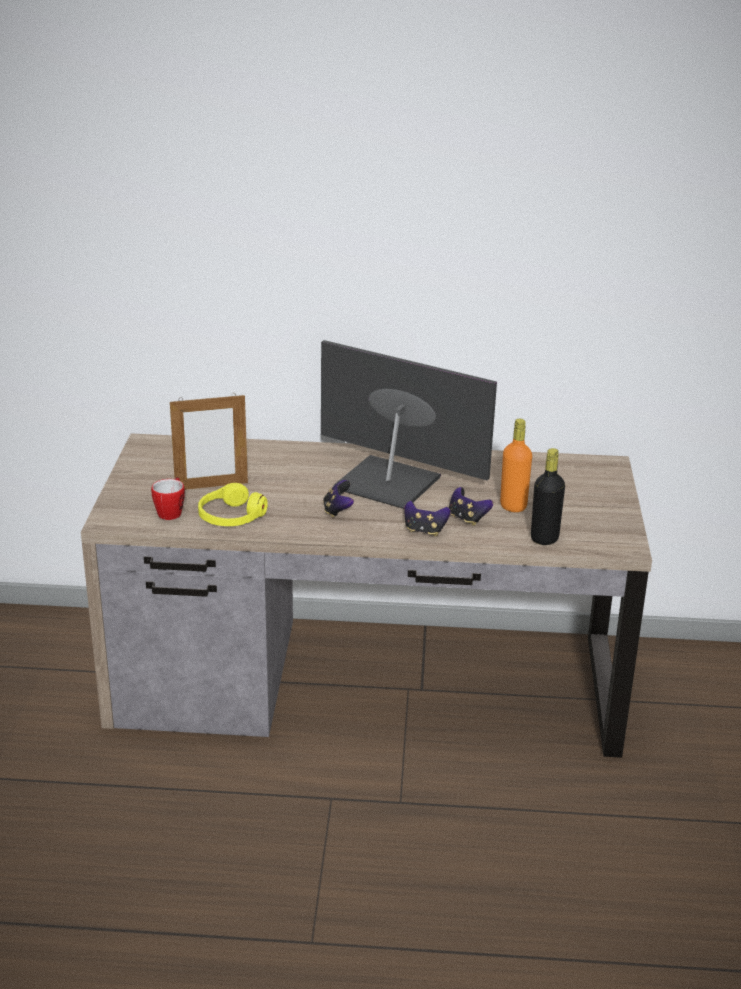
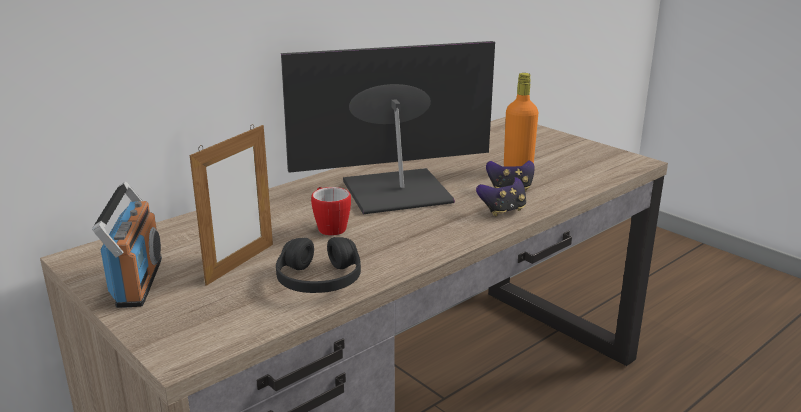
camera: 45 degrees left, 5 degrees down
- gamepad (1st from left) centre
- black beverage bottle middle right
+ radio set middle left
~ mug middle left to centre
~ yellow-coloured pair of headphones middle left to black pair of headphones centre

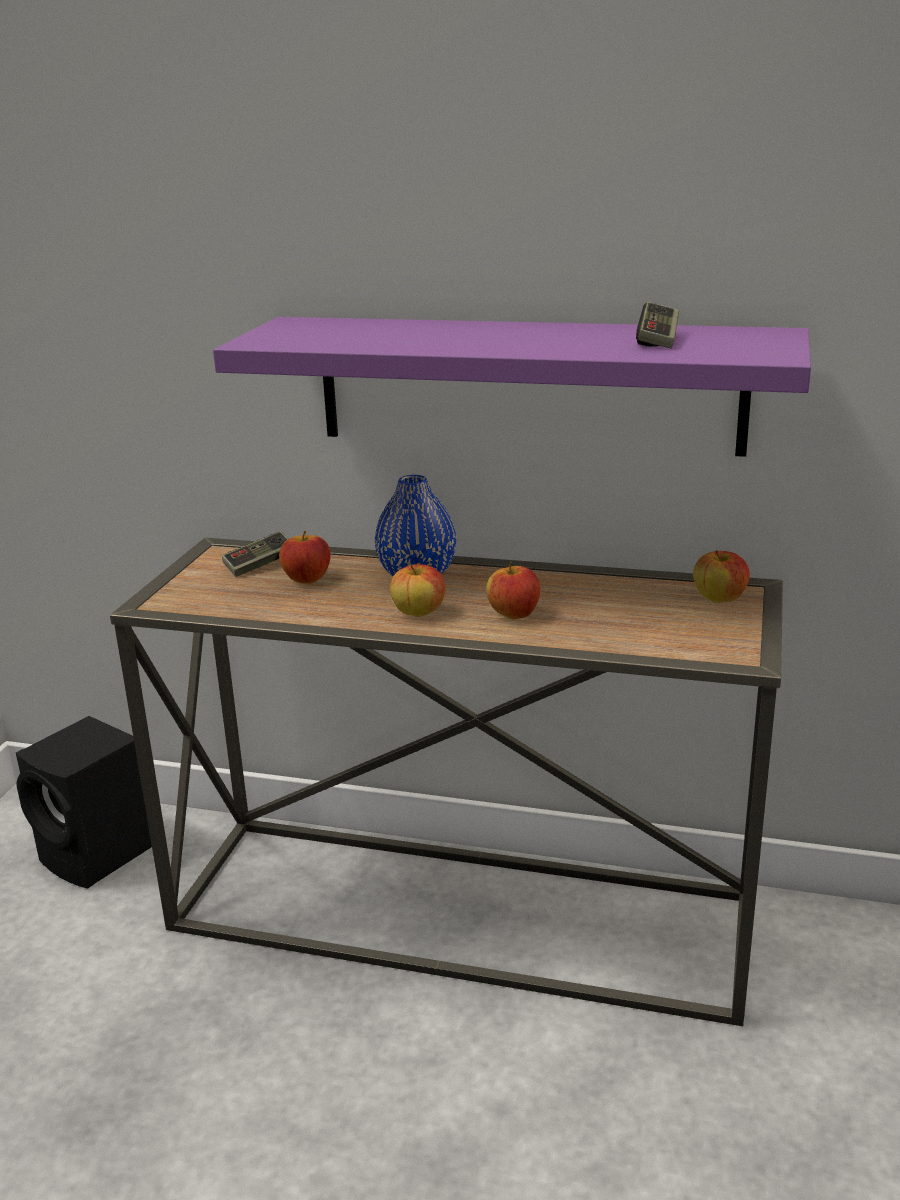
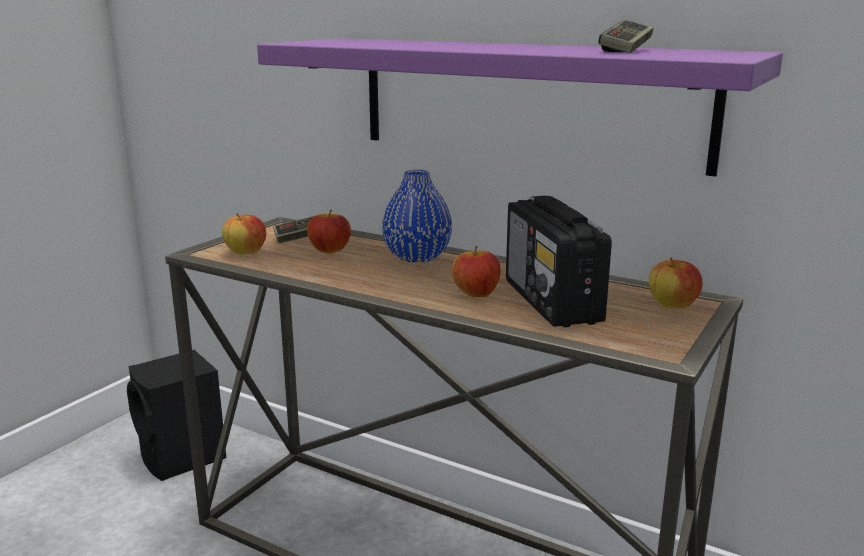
camera: 15 degrees right, 5 degrees down
+ radio set centre
~ whole apple (2nd from left in the first image) centre to whole apple (1st from left) middle left

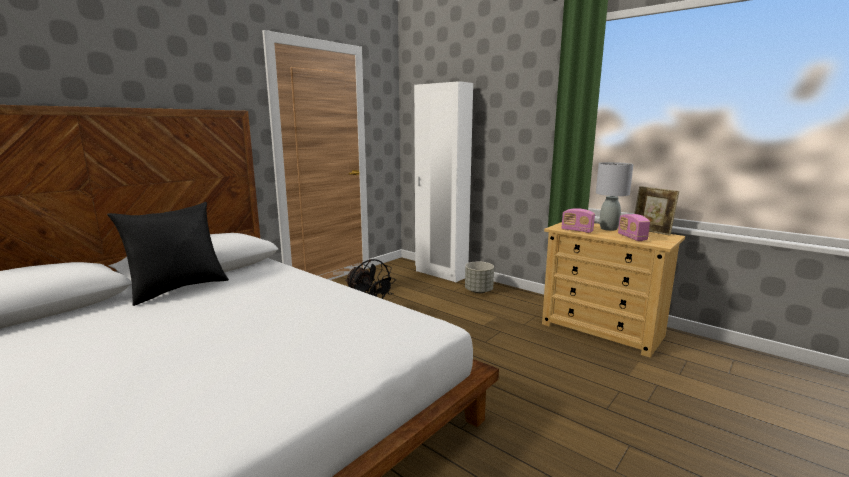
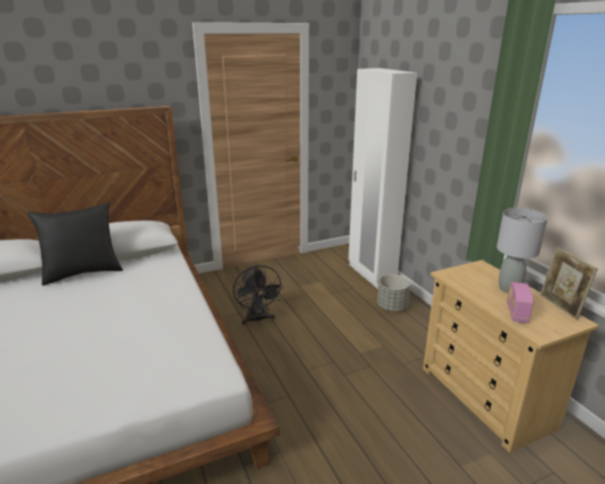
camera: 25 degrees right, 10 degrees up
- radio set (1st from left) middle right

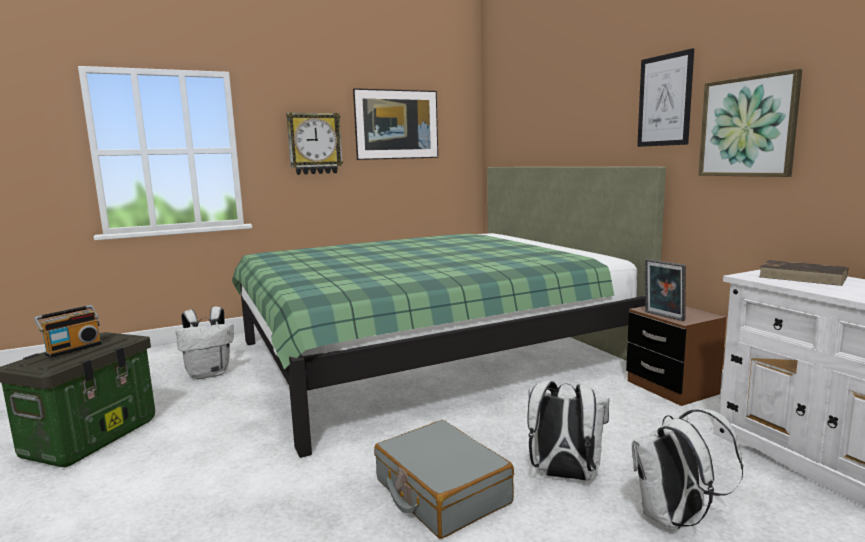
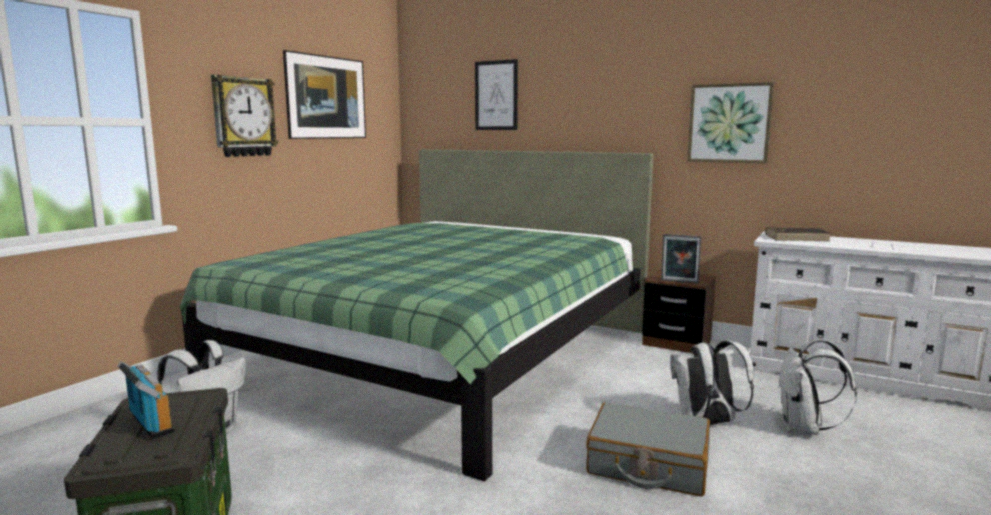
camera: 35 degrees left, 0 degrees up
~ picture (2nd from left) top right to top centre
~ radio set middle left = bottom left 45 degrees counterclockwise

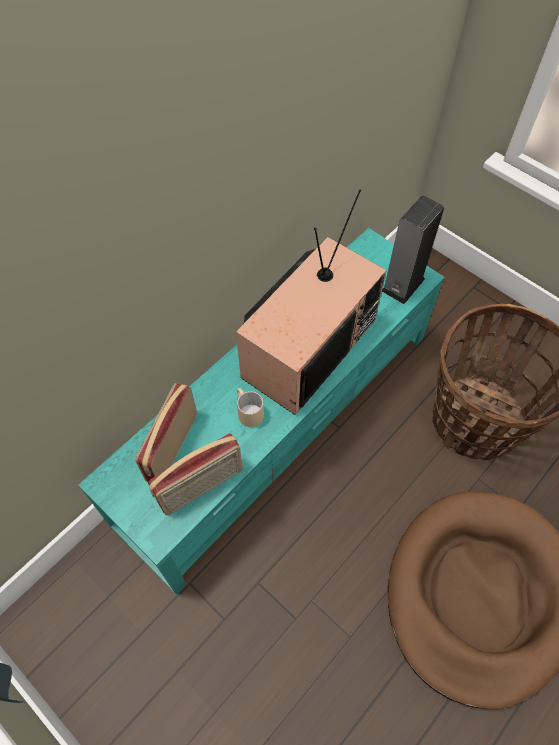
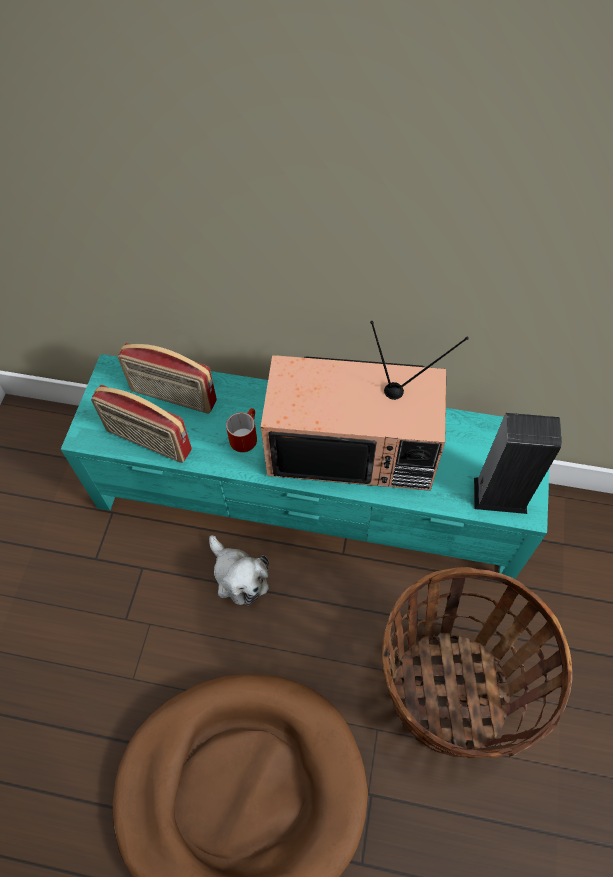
camera: 60 degrees right, 0 degrees up
+ soft toy centre
~ beige mug centre to red mug centre
~ radio set (1st from left in the first image) middle left = middle left 150 degrees counterclockwise

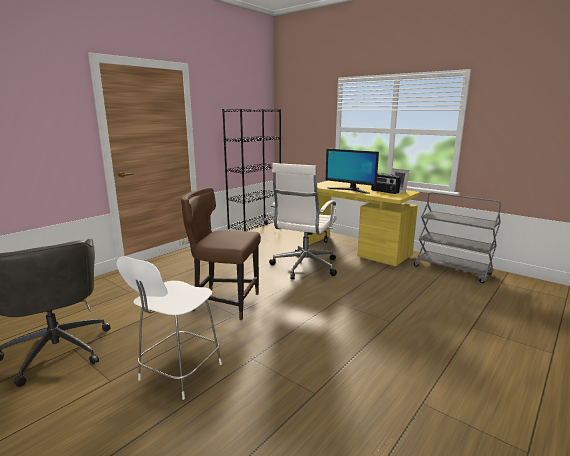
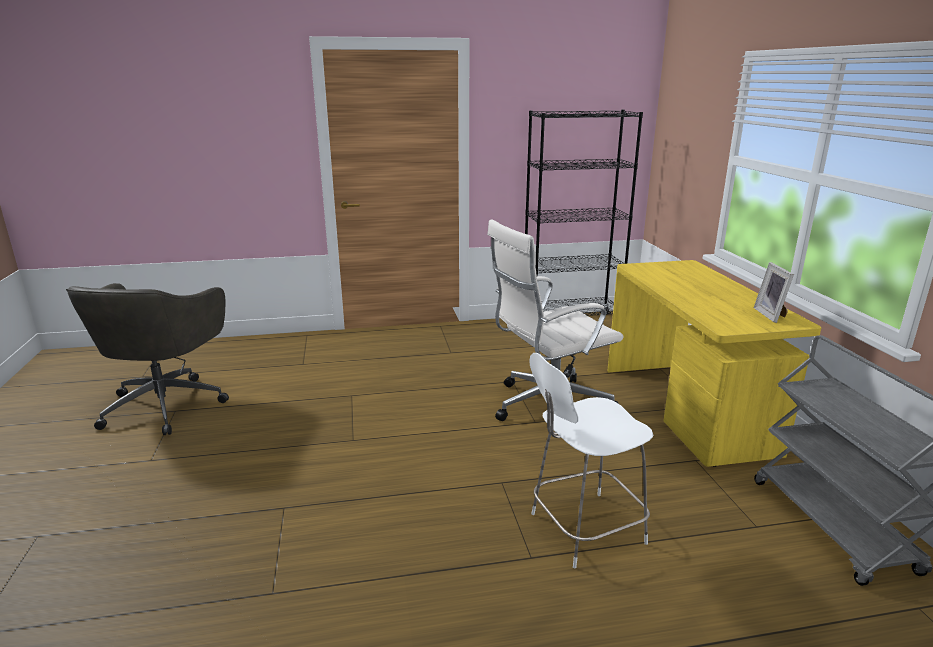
camera: 40 degrees right, 5 degrees up
- brown-coloured upright chair centre
- computer display centre
- radio set middle right
~ white-coloured upright chair bottom left to bottom centre

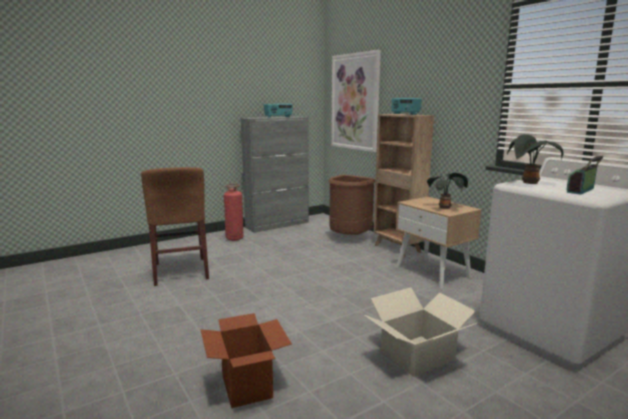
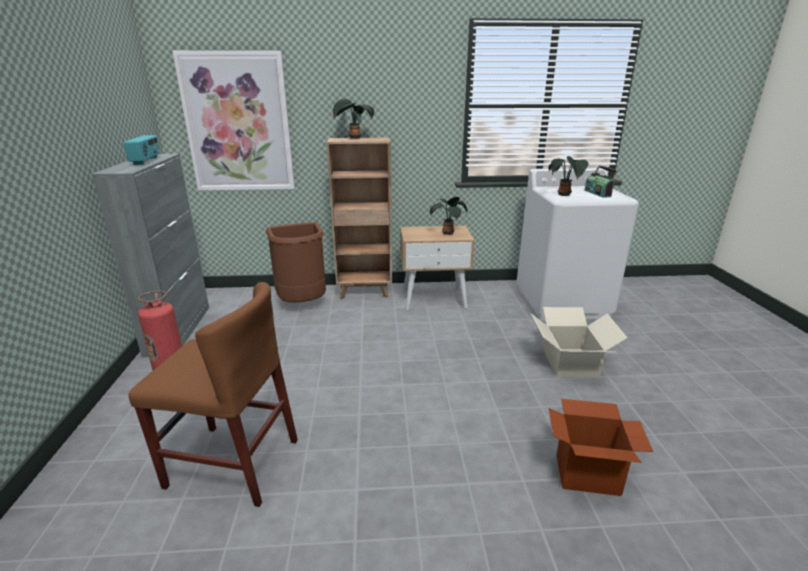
camera: 60 degrees left, 10 degrees up
~ radio set (2nd from left) top centre to plant in a pot (1st from left) top centre

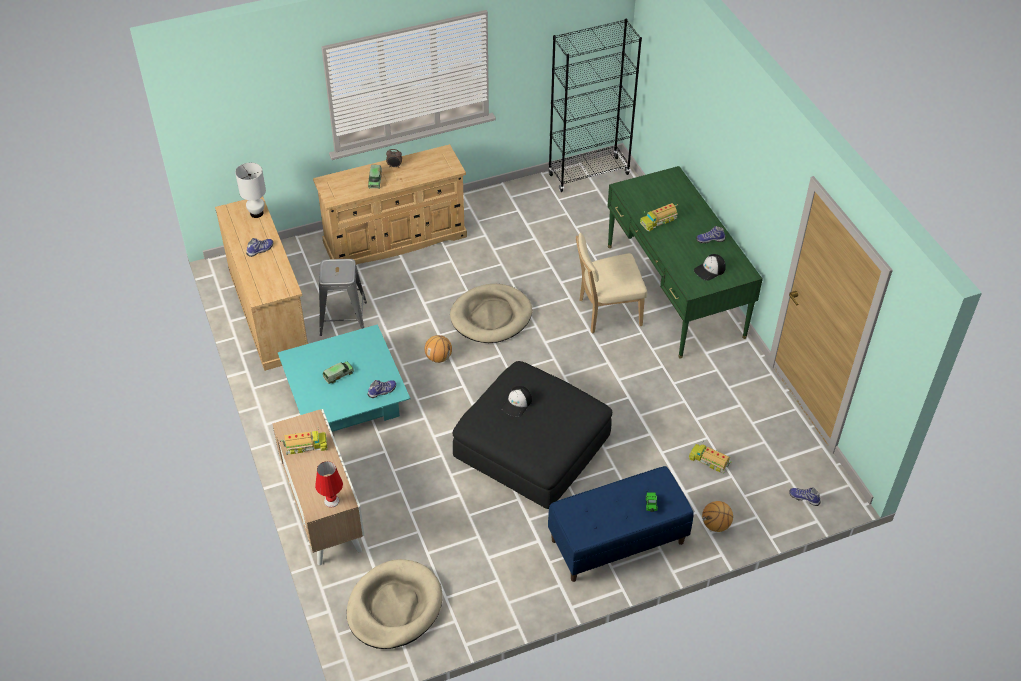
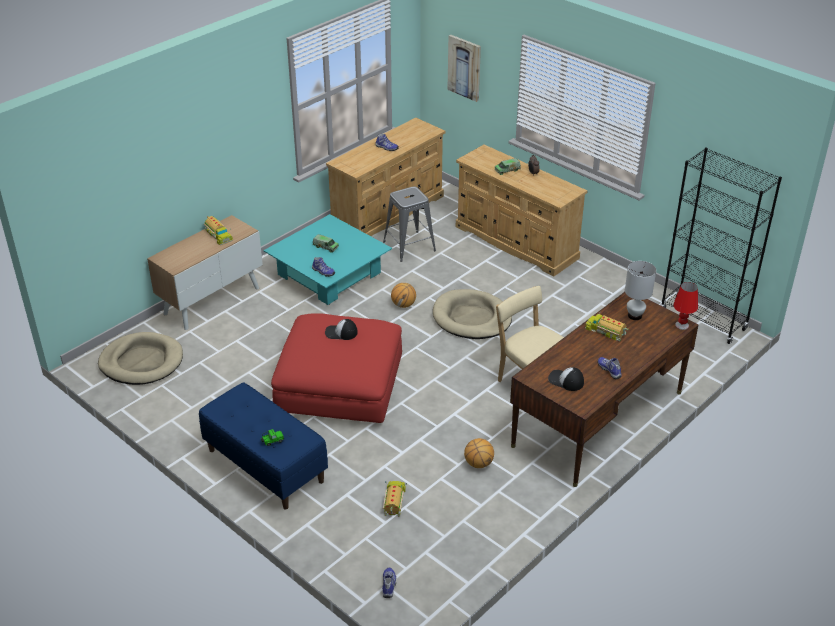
camera: 65 degrees right, 10 degrees down
+ picture top centre
~ white-coloured table lamp top left to middle right
~ red table lamp bottom left to middle right
~ ball for basketball (2nd from left) bottom right to bottom centre
~ black ottoman centre to red ottoman centre
~ green desk unit middle right to brown-coloured desk unit middle right

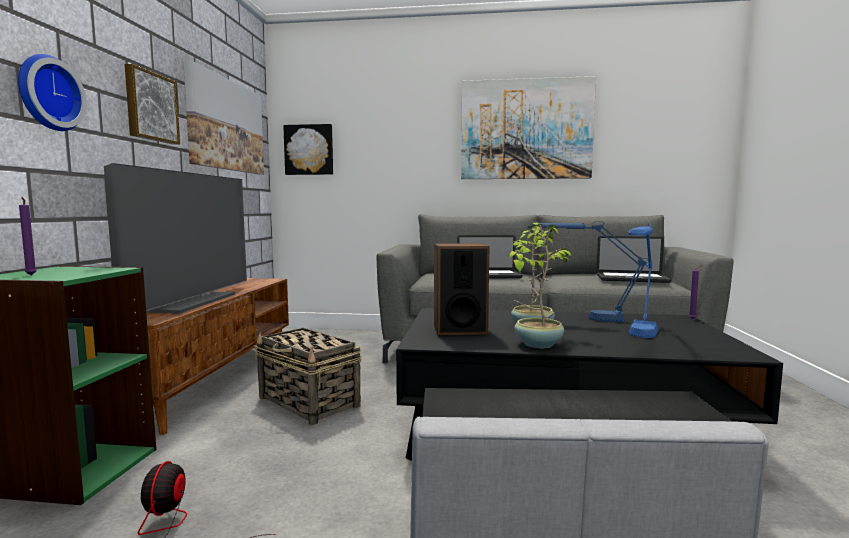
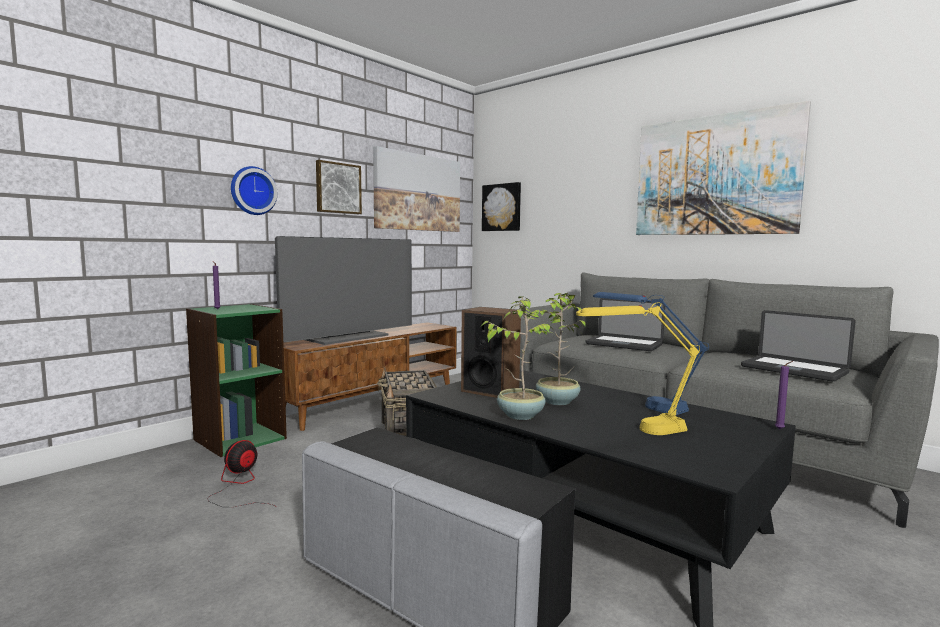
camera: 35 degrees right, 0 degrees up
~ blue table lamp (2nd from left) middle right to yellow-coloured table lamp middle right

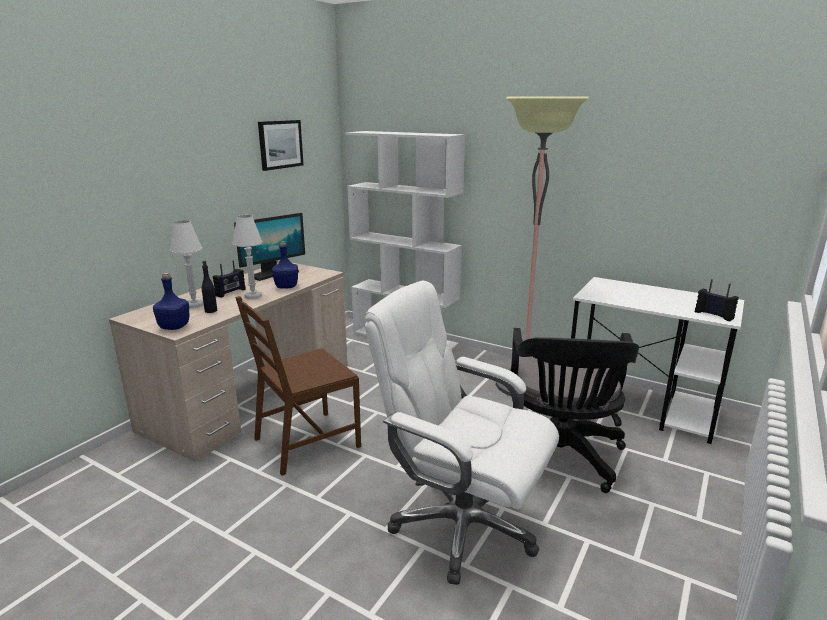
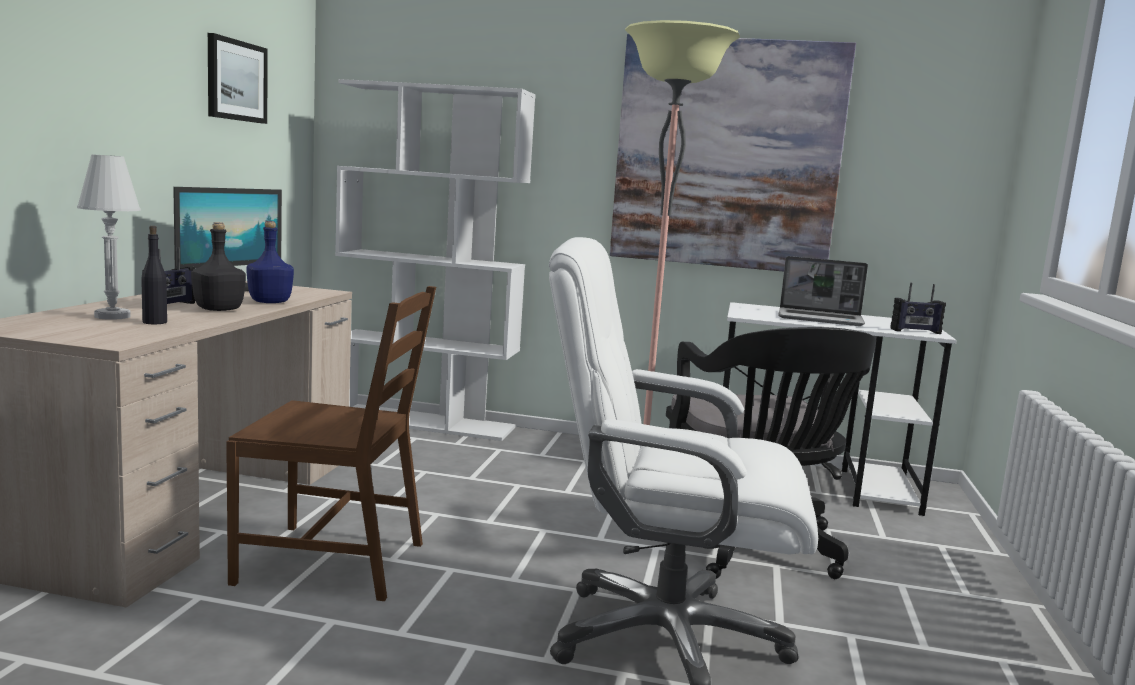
camera: 20 degrees left, 10 degrees down
- blue beverage bottle (1st from left) middle left
+ picture (2nd from left) top centre
+ notebook computer middle right
~ white-coloured table lamp (2nd from left) middle left to black beverage bottle (2nd from left) middle left
~ brown-coloured upright chair centre = middle left 120 degrees counterclockwise
~ radio set (2nd from left) middle right = middle right 150 degrees clockwise

